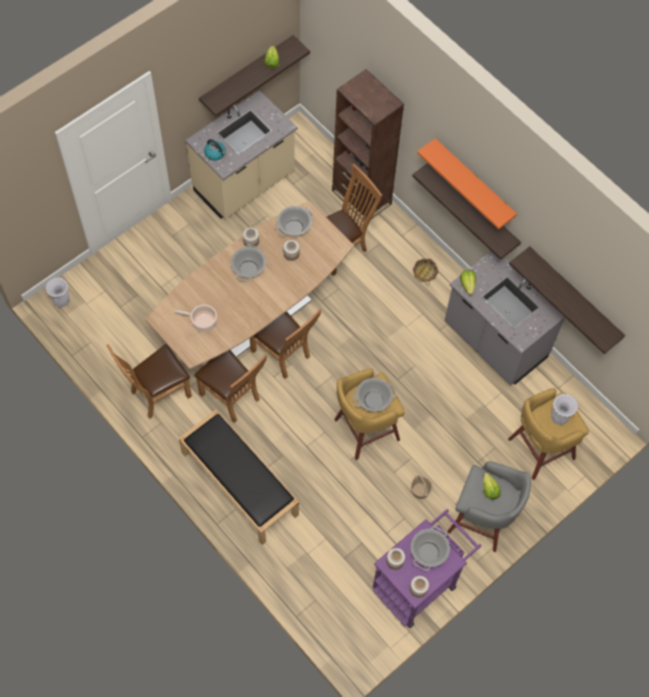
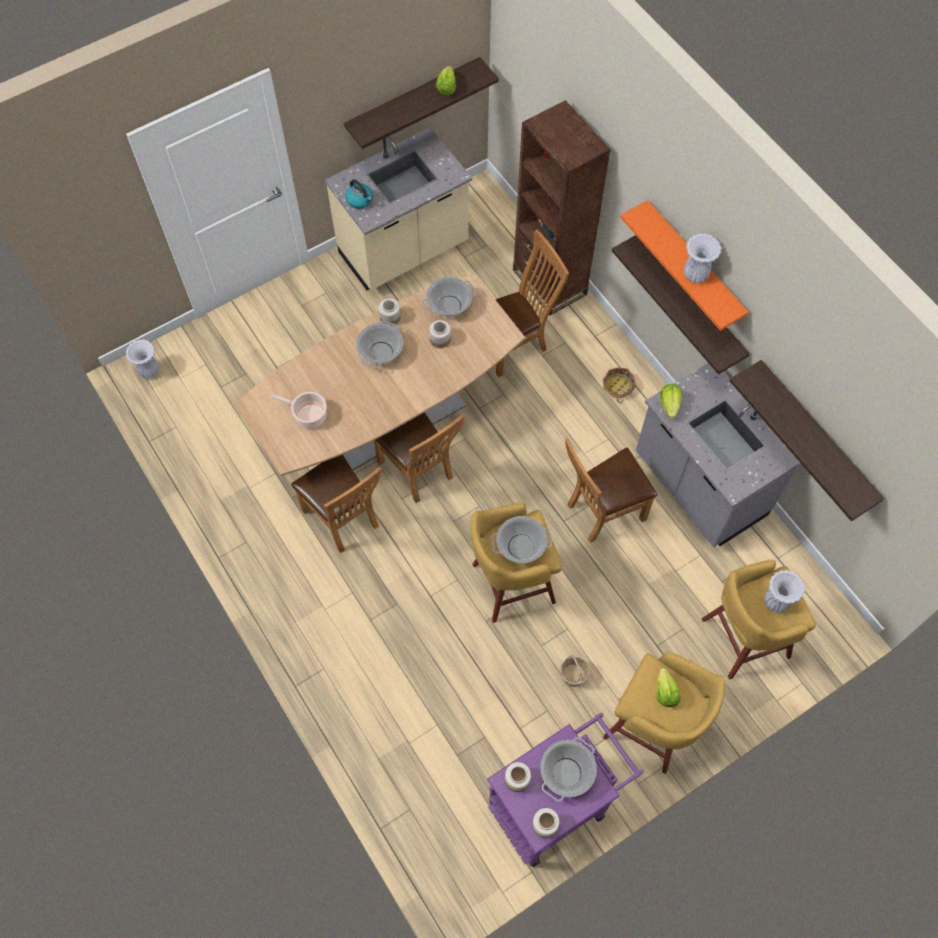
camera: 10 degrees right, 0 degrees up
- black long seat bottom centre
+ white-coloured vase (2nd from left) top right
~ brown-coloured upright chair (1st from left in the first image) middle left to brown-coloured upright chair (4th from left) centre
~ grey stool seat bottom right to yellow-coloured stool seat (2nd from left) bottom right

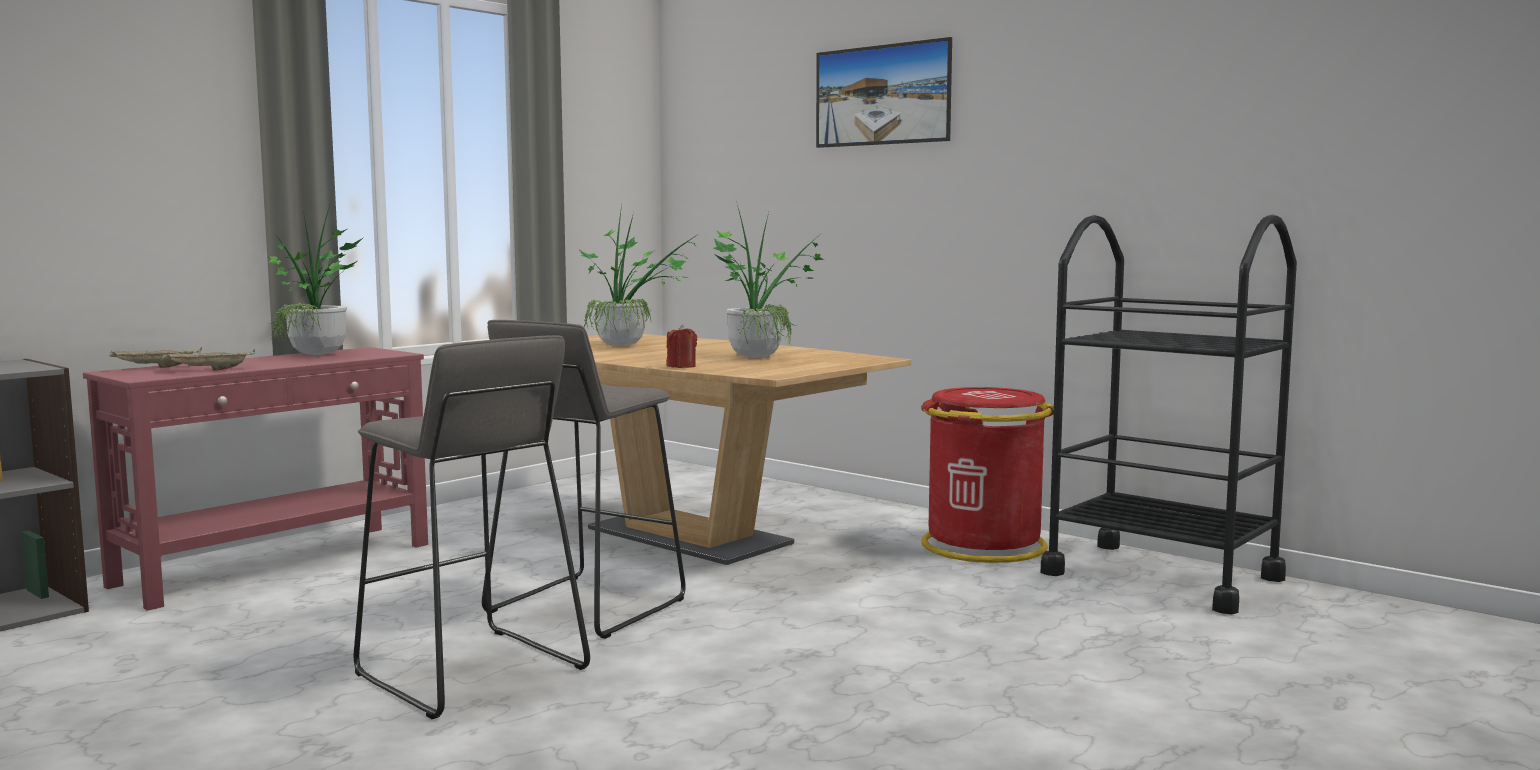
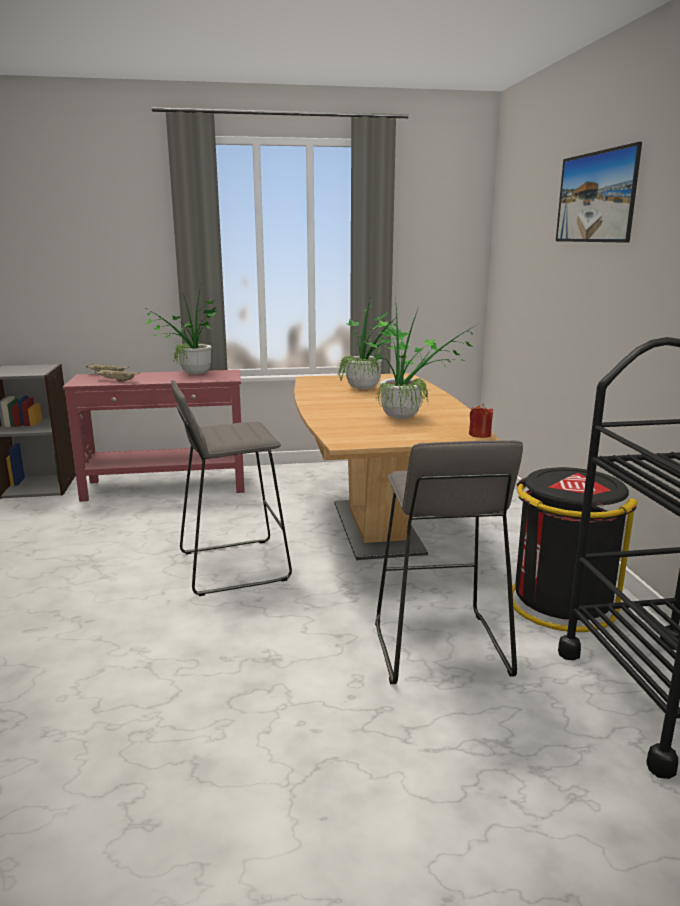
camera: 40 degrees right, 10 degrees up
~ grey stool seat (1st from left in the first image) bottom left to grey stool seat (2nd from left) centre
~ red wax candle centre to middle right
~ red rubbish bin centre to black rubbish bin middle right

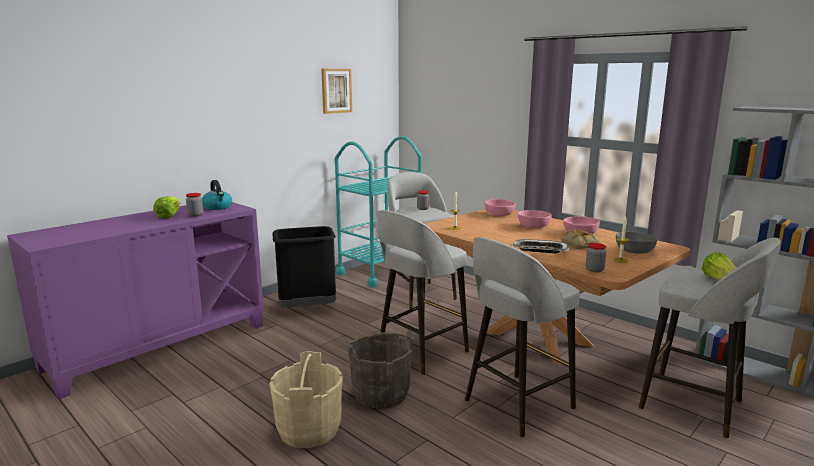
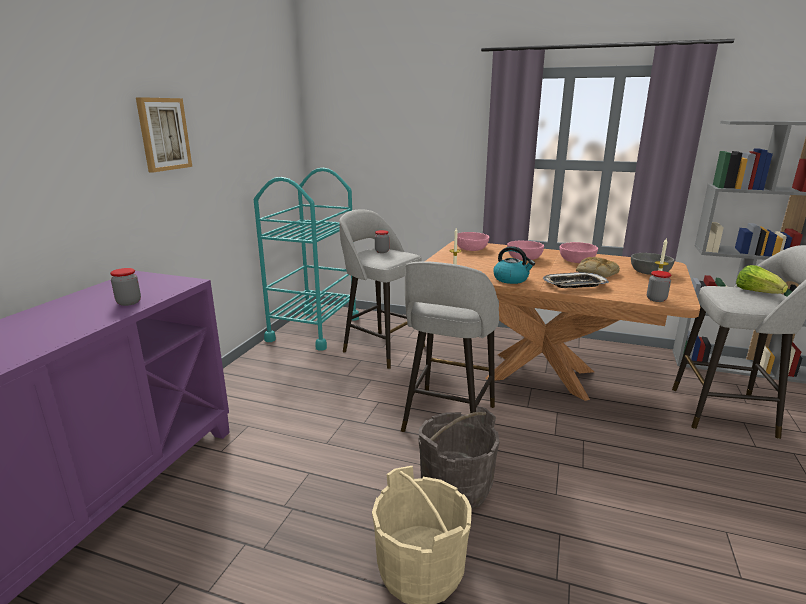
camera: 25 degrees left, 5 degrees up
- head of lettuce (1st from left) middle left
- black rubbish bin centre
- grey stool seat (3rd from left) bottom centre
~ kettle middle left to centre
~ picture top centre to top left

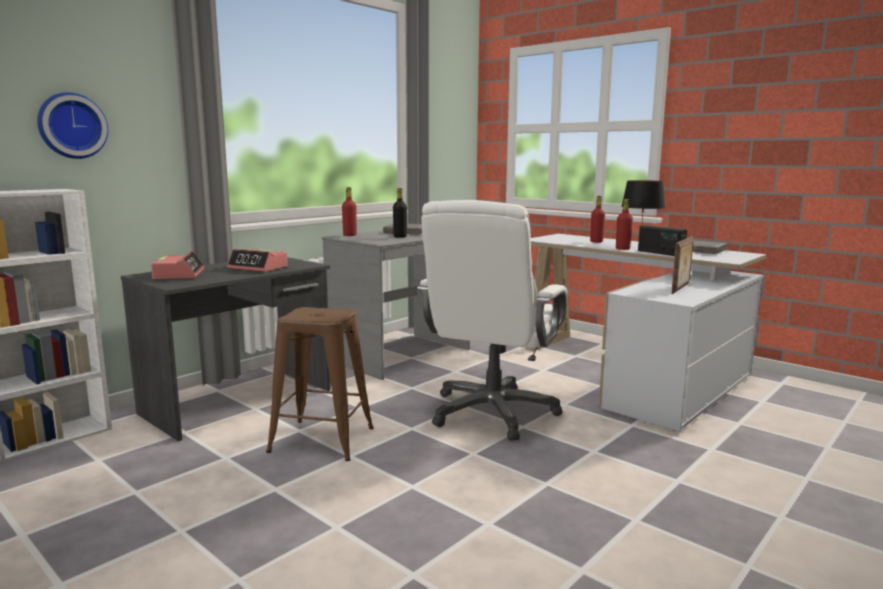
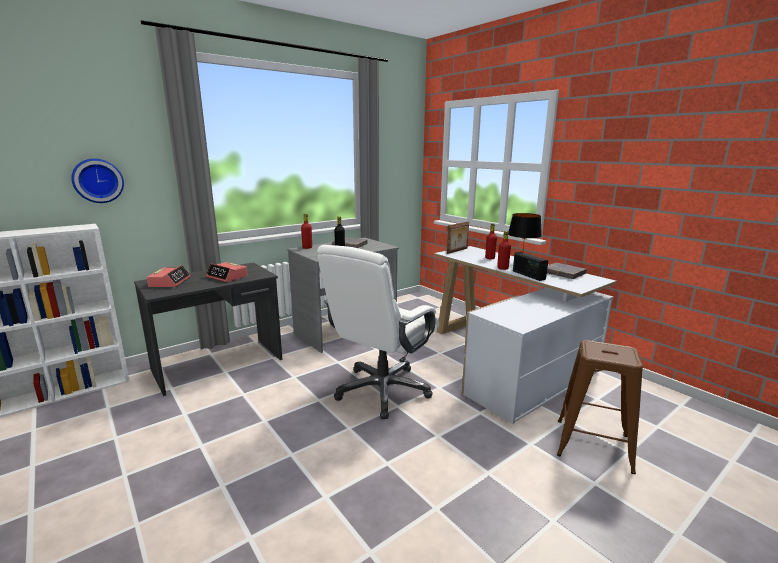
camera: 10 degrees right, 5 degrees up
~ brown-coloured stool seat centre to bottom right
~ picture frame middle right to centre

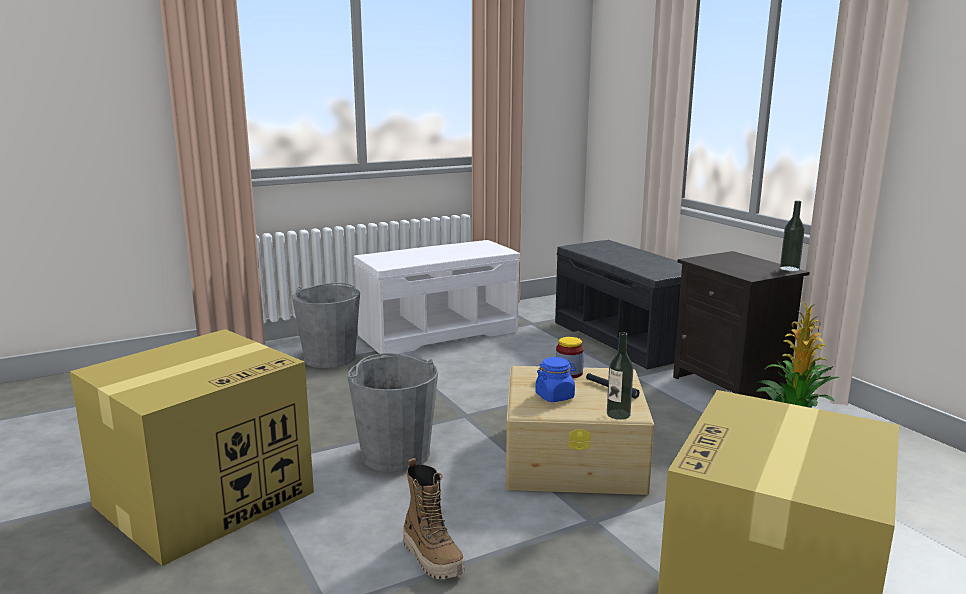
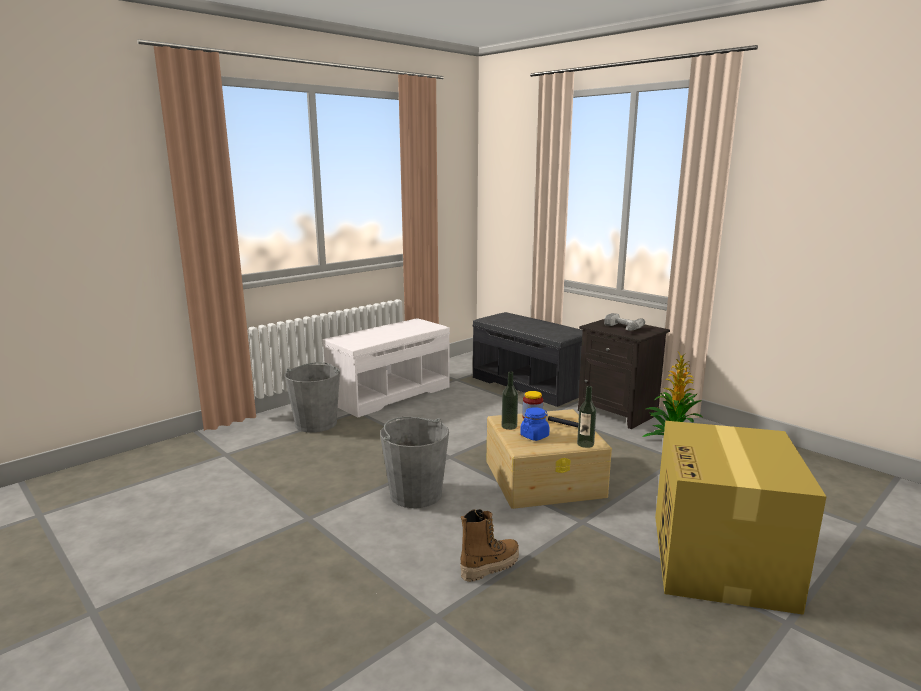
camera: 15 degrees left, 0 degrees up
- carton (1st from left) bottom left
+ drill middle right
~ beverage bottle (2nd from left in the first image) middle right to beverage bottle (1st from left) centre
~ boot bottom centre = bottom centre 75 degrees counterclockwise

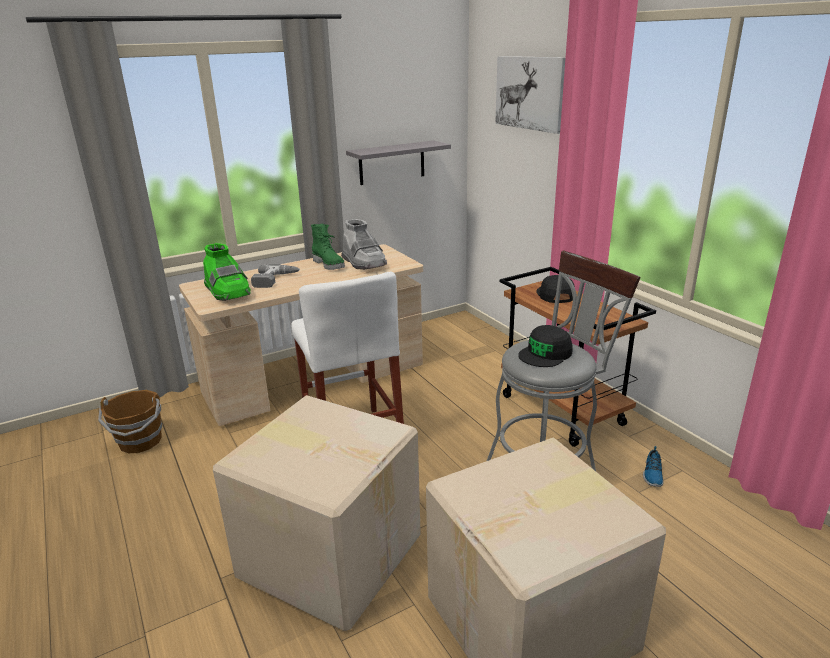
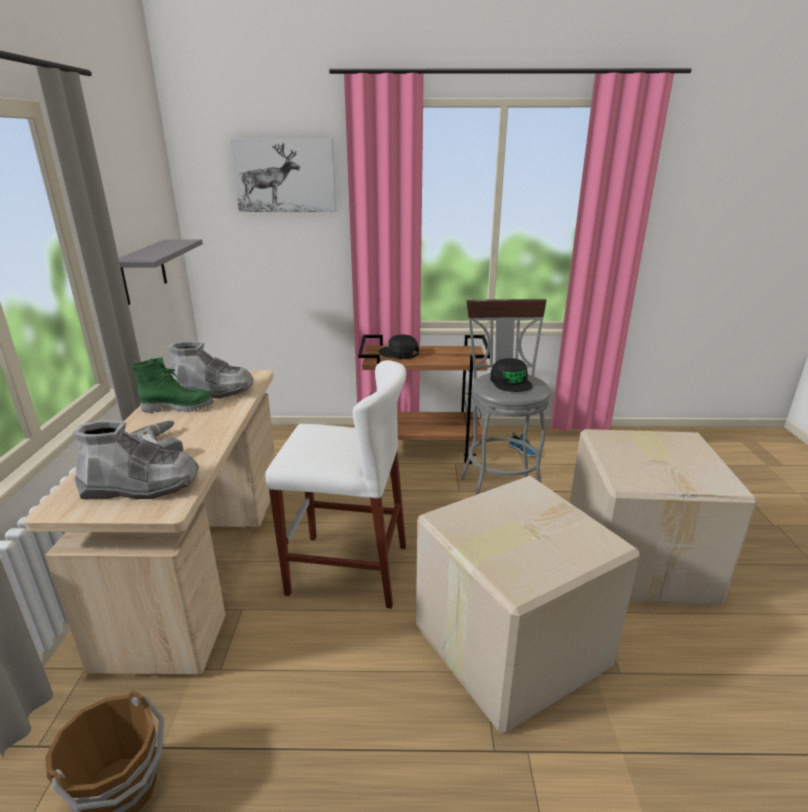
camera: 60 degrees left, 0 degrees up
~ green boot (1st from left) middle left to grey boot (1st from left) middle left

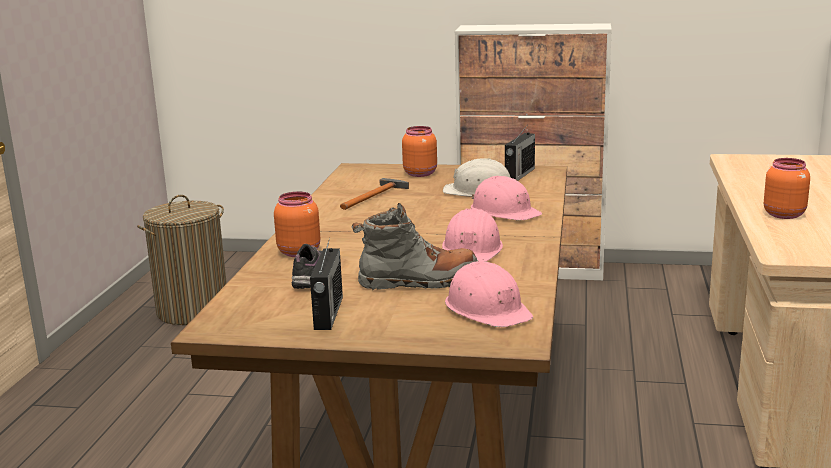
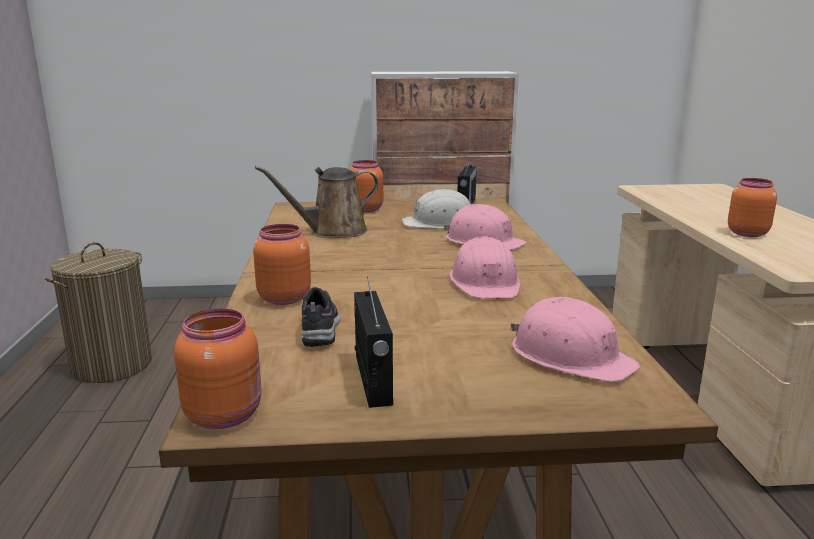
camera: 15 degrees left, 0 degrees up
- grey boot centre
+ orangey preserve jar (1st from left) bottom left
~ hand hammer centre to brown-coloured watering can centre

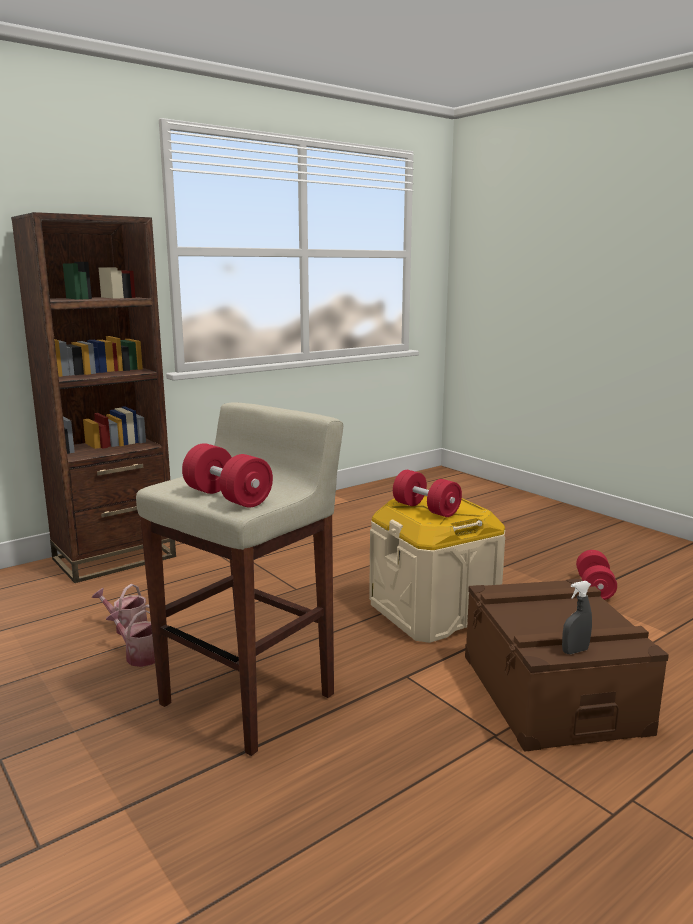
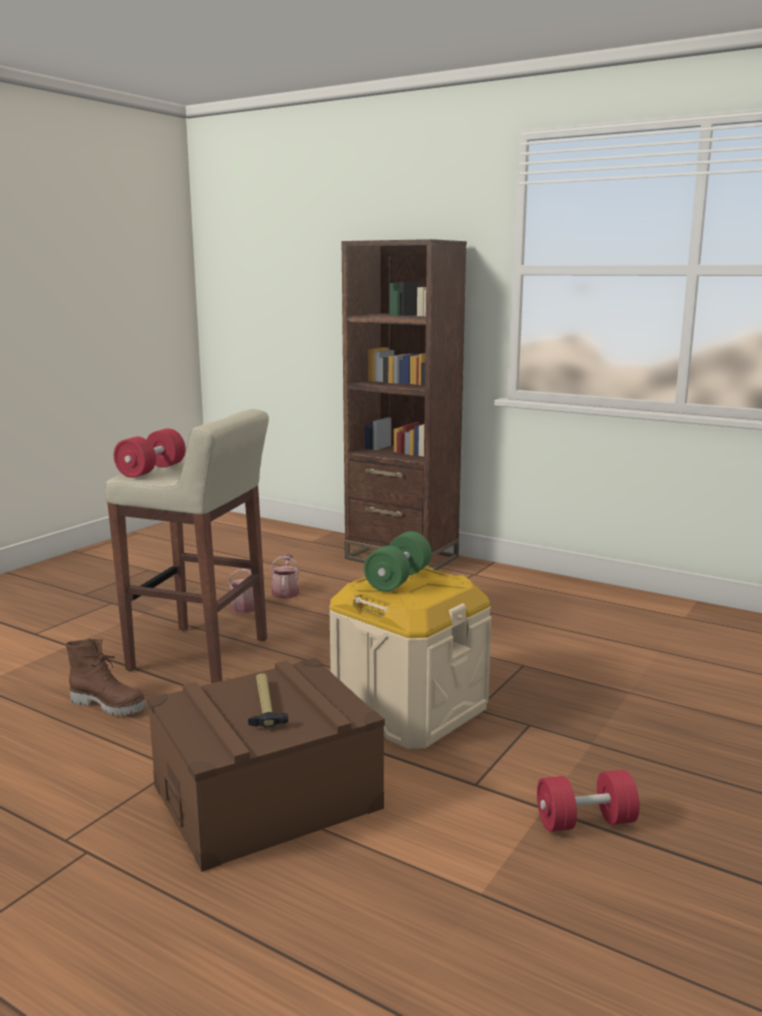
camera: 70 degrees right, 0 degrees up
- grey sprayer bottom right
+ brown-coloured boot middle left
+ hand hammer bottom centre
~ red free weight (2nd from left) centre to green free weight centre

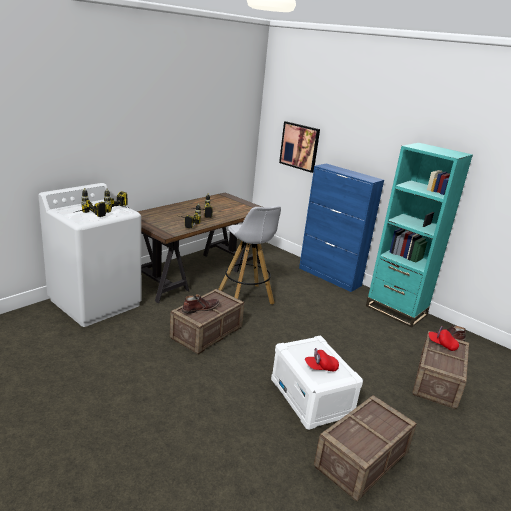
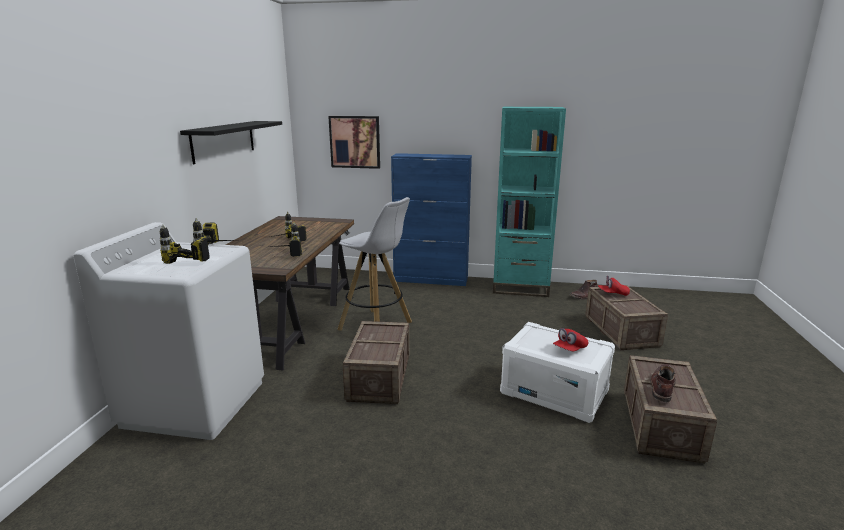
camera: 30 degrees left, 5 degrees down
+ black shelf top left
~ brown-coloured boot (1st from left in the first image) centre to brown-coloured boot (2nd from left) bottom right

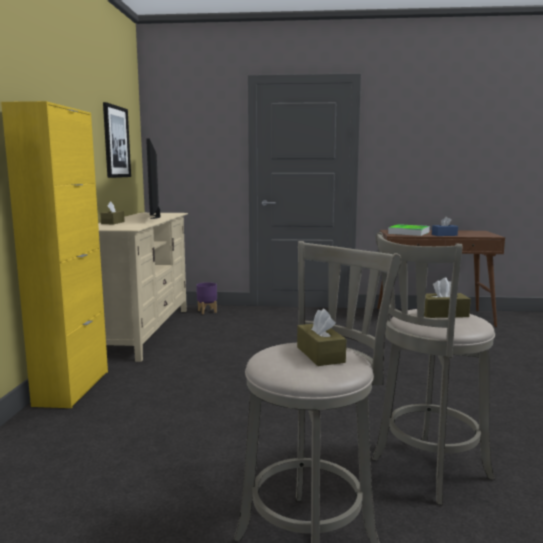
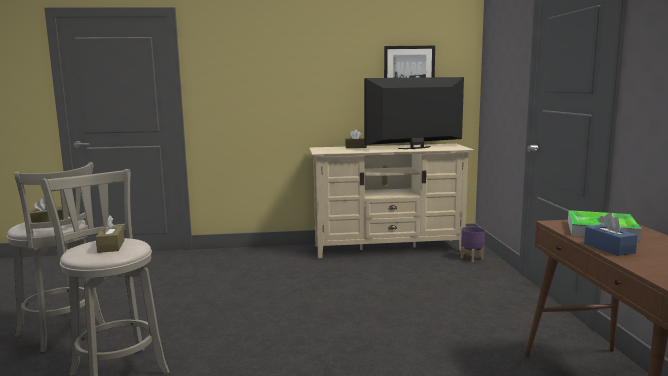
camera: 80 degrees right, 0 degrees up
- yellow-coloured storage cabinet middle left

